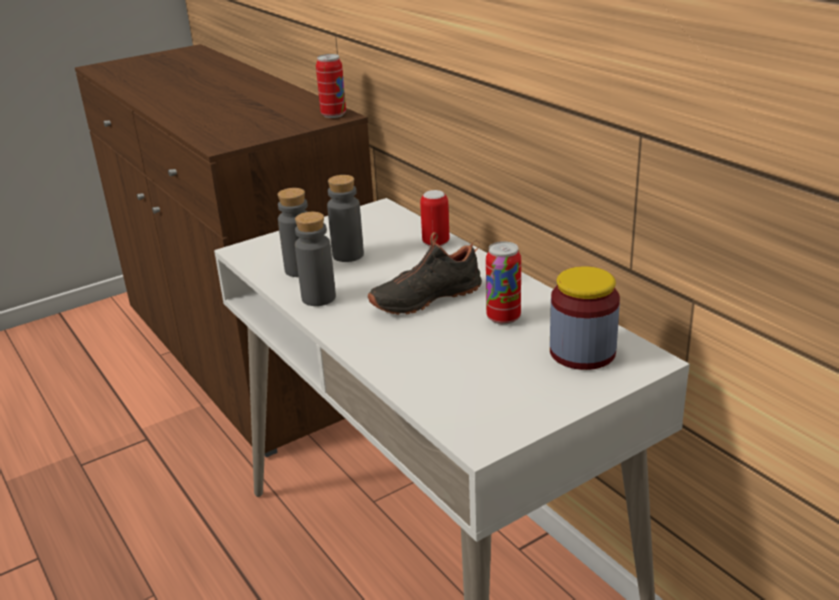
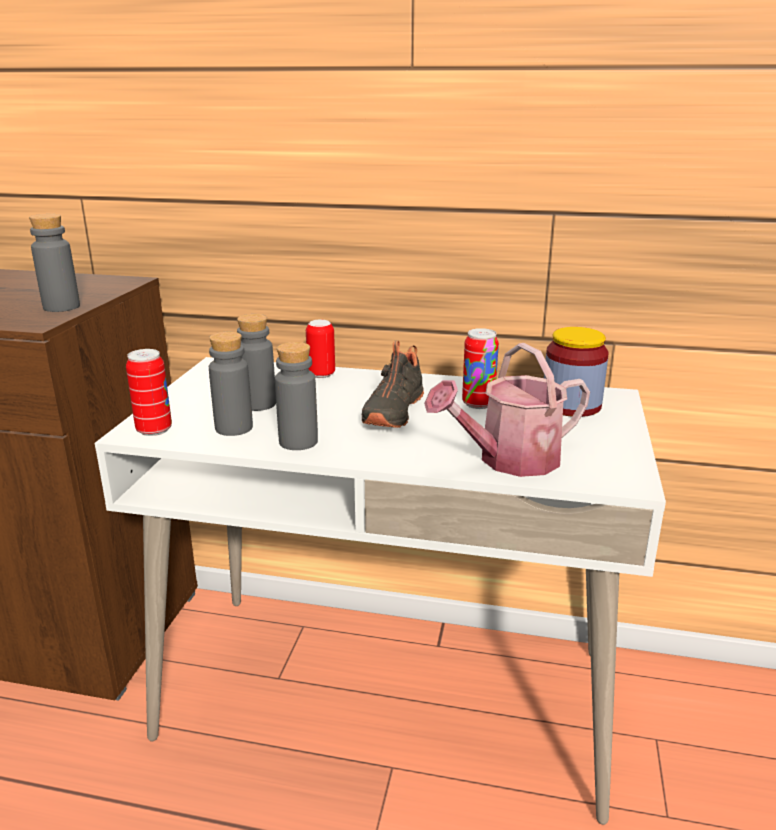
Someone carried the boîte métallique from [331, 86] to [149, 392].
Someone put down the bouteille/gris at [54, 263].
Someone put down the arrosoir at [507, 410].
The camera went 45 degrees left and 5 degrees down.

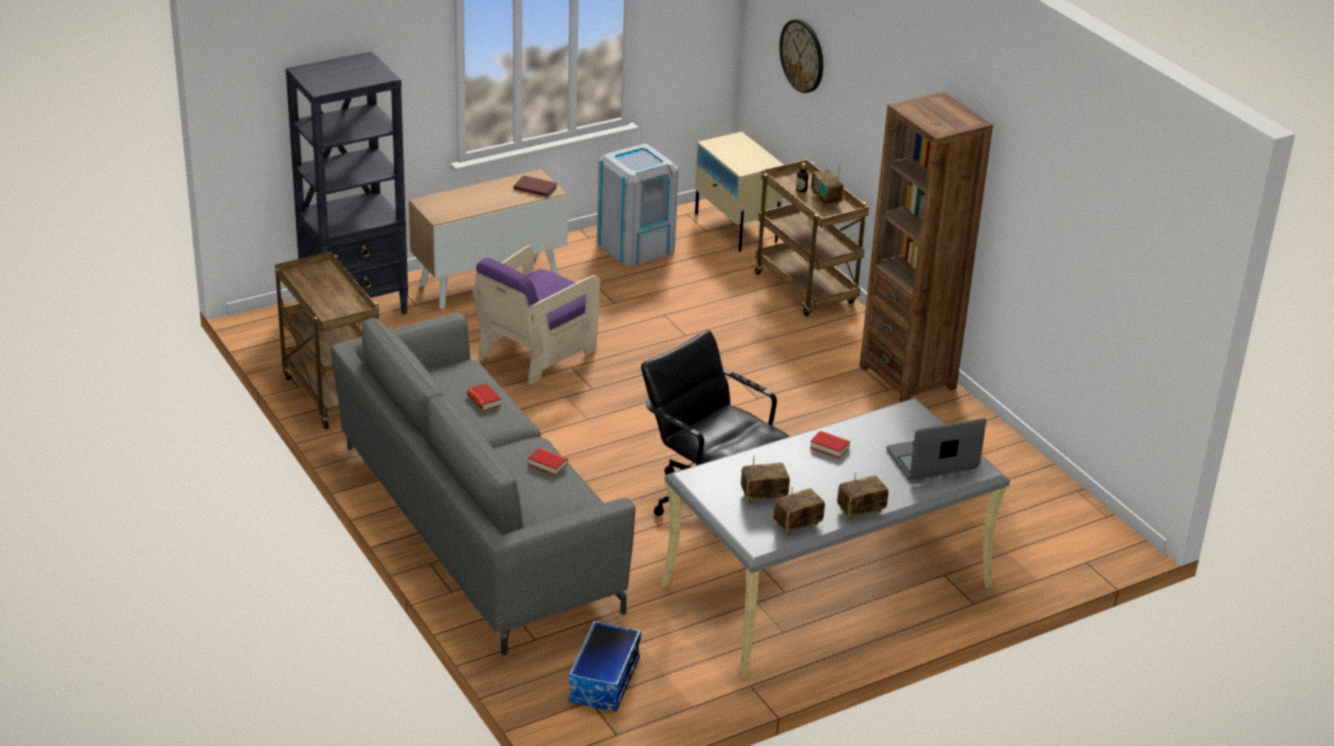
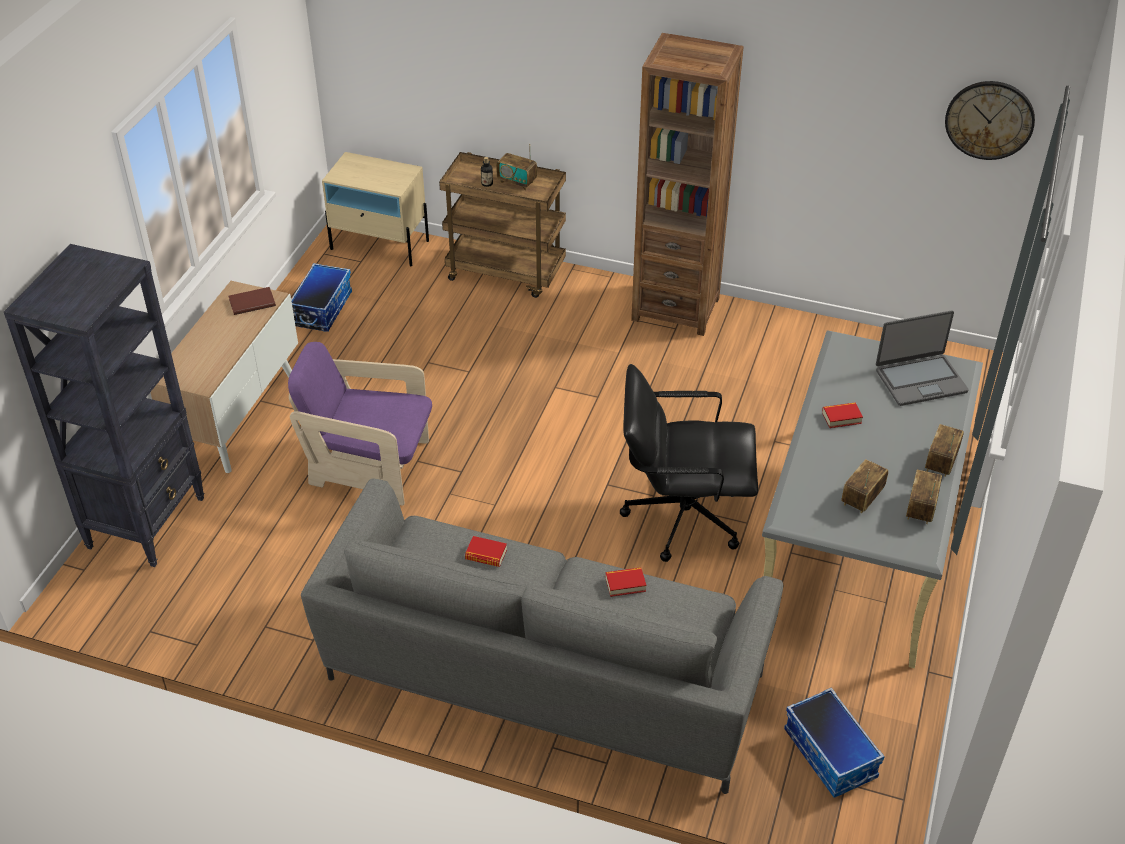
Someone carried the horloge murale from [801, 56] to [990, 120].
Someone swapped the poubelle/gris at [638, 205] for the boîte de rangement at [321, 297].
Someone rotated the fauteuil/violet at [536, 315] by 105 degrees clockwise.
Someone took away the chariot/marron at [327, 340].
Someone rotated the ordinateur portable at [936, 449] by 135 degrees counterclockwise.
The camera went 40 degrees left and 10 degrees up.

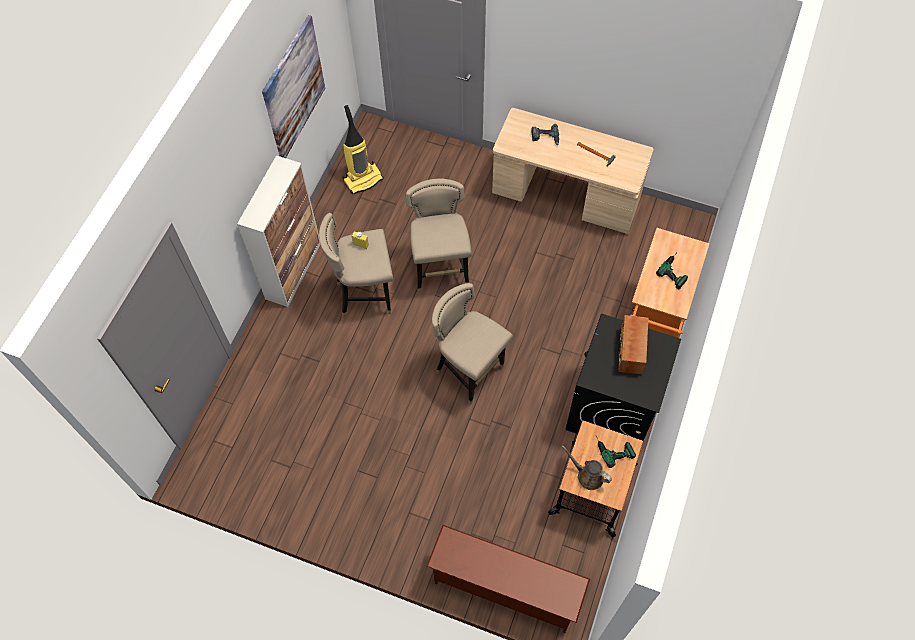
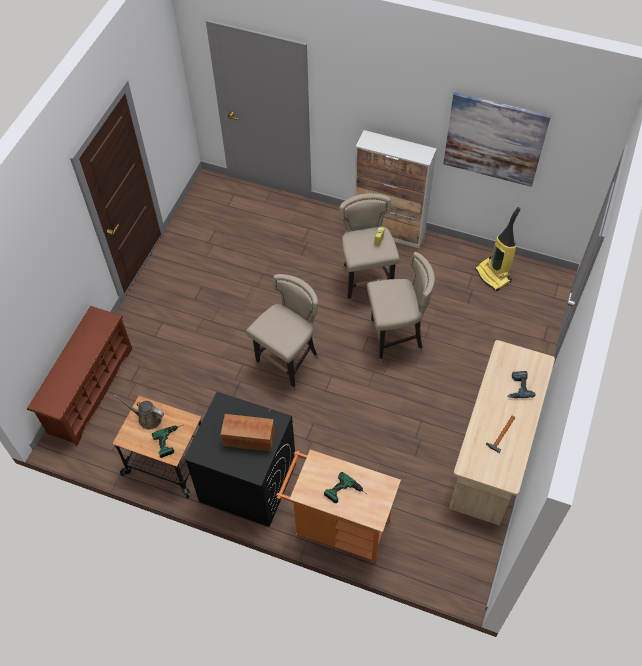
Someone rotated the arrosoir/marron at [587, 467] by 105 degrees counterclockwise.
The camera went 90 degrees right and 5 degrees down.

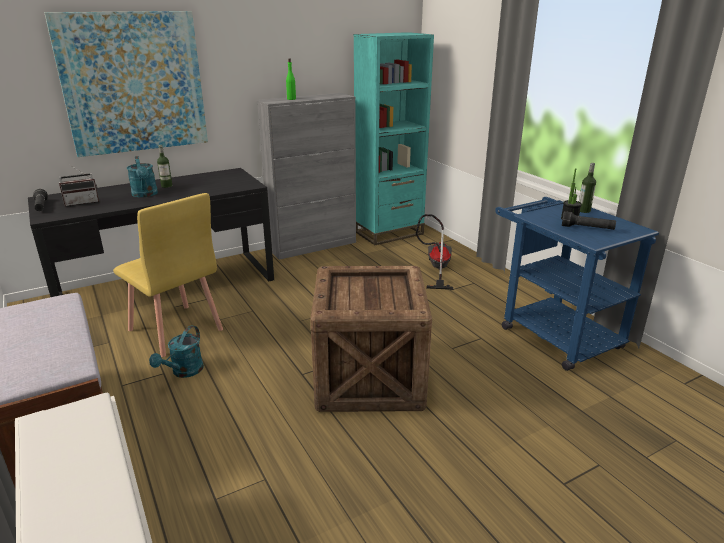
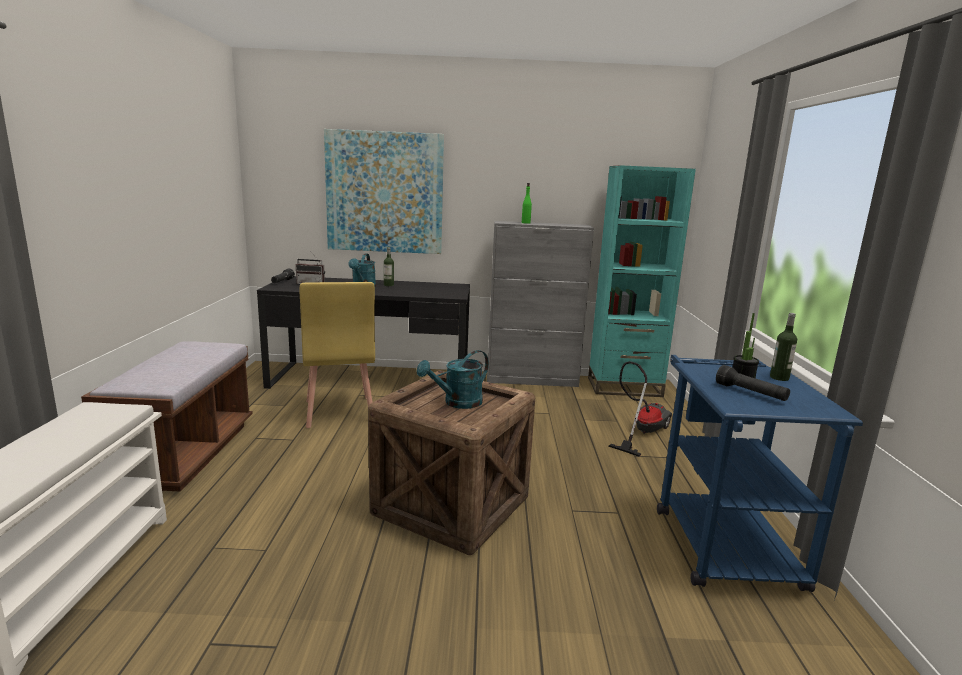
Someone carried the arrosoir/turquoise from [176, 351] to [452, 379].
The camera went 30 degrees right and 10 degrees down.

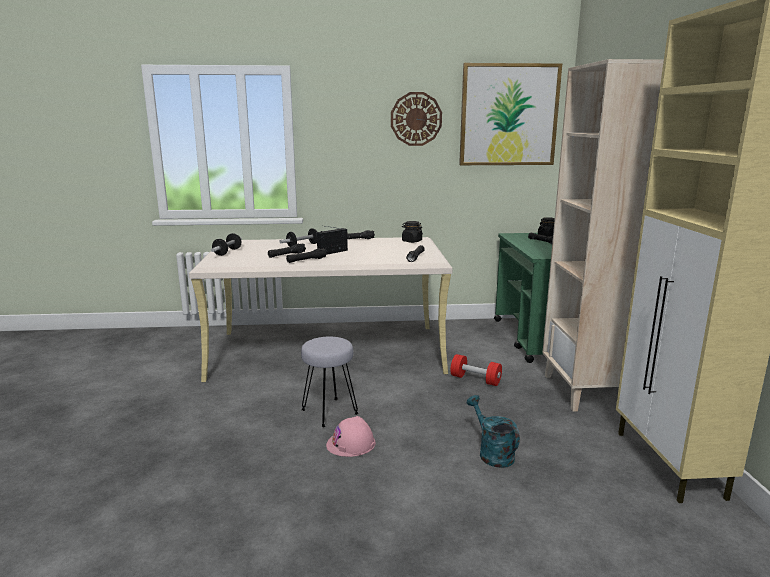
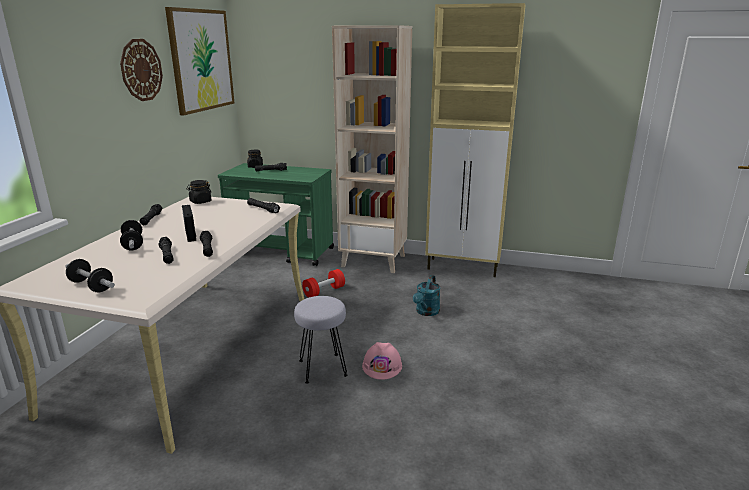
Someone rotated the arrosoir/turquoise at [493, 431] by 60 degrees counterclockwise.
The camera went 70 degrees left and 5 degrees up.

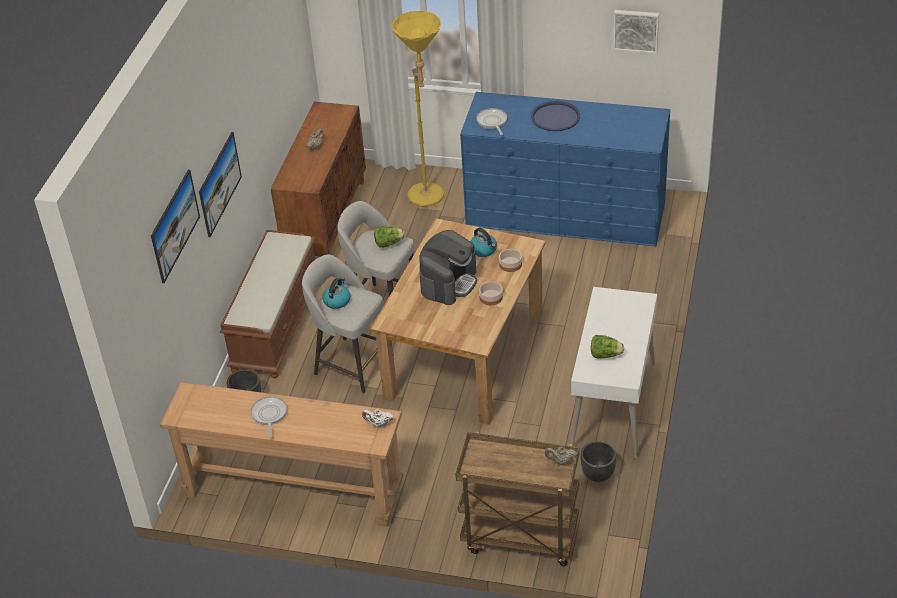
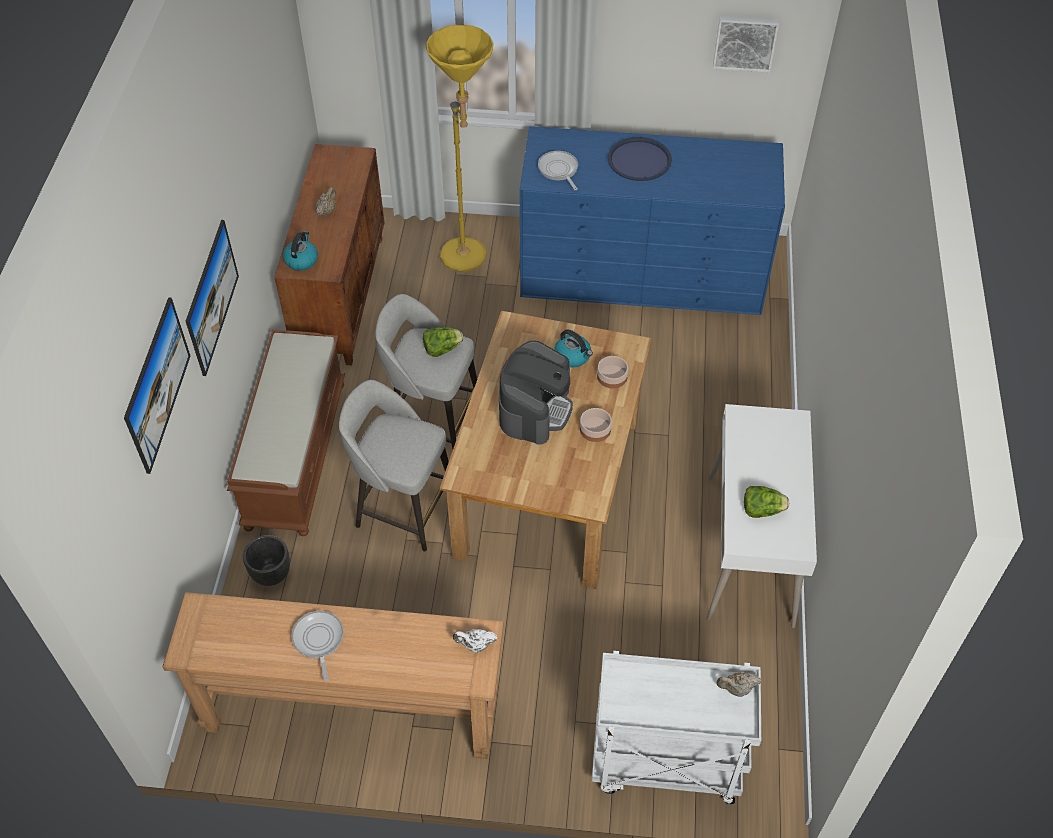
Someone carried the bouilloire from [336, 293] to [300, 251].
Someone repainted the chariot/marron at [518, 499], which became the chariot/blanc at [676, 727].
Someone took away the cache-pot/noir at [598, 461].
The camera went 10 degrees left and 10 degrees up.

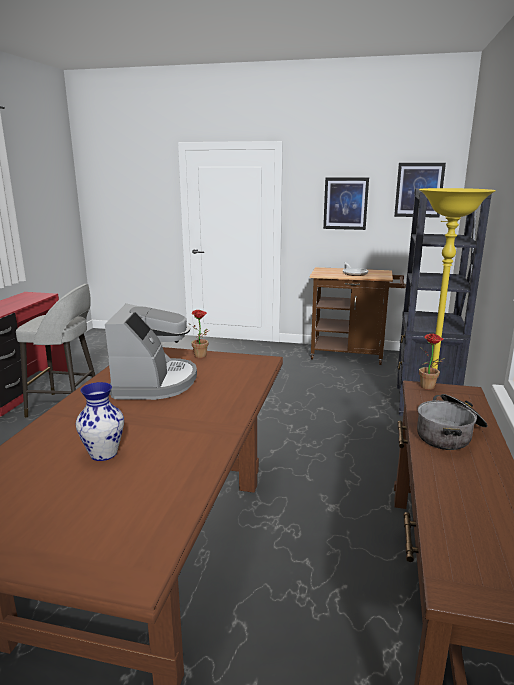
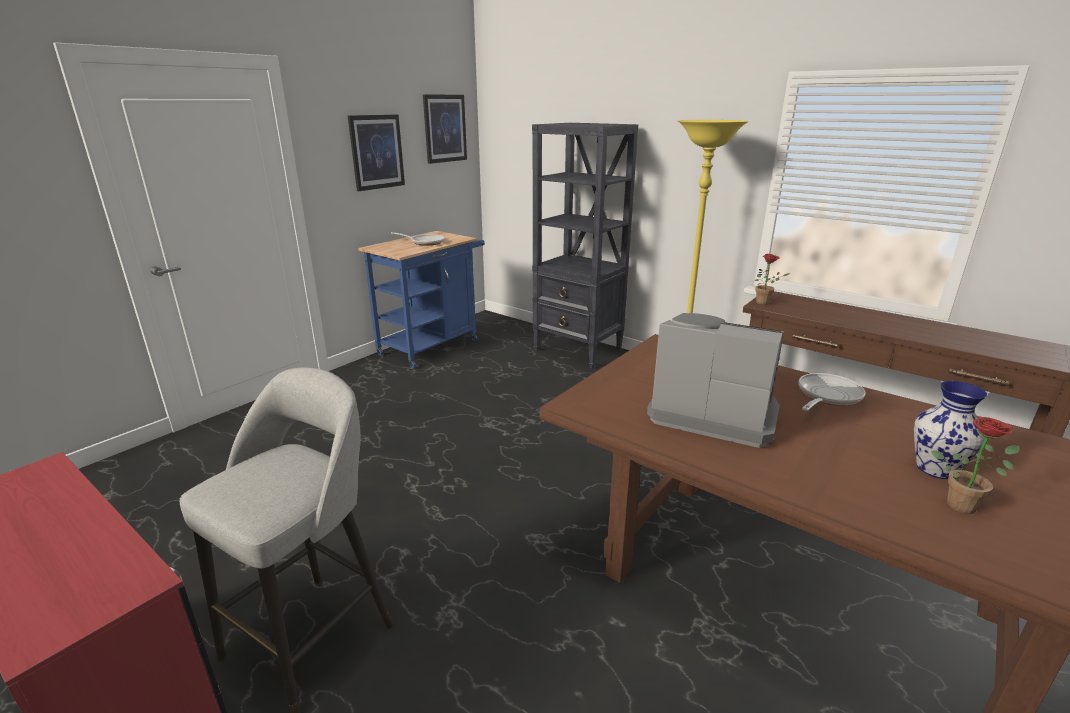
Someone repainted the chariot/marron at [358, 316], which became the chariot/bleu at [421, 299].
Someone carried the plante en pot from [198, 334] to [975, 465].
Someone took away the marmite at [452, 422].
Someone put down the poêle at [832, 392].
The camera went 65 degrees left and 5 degrees up.

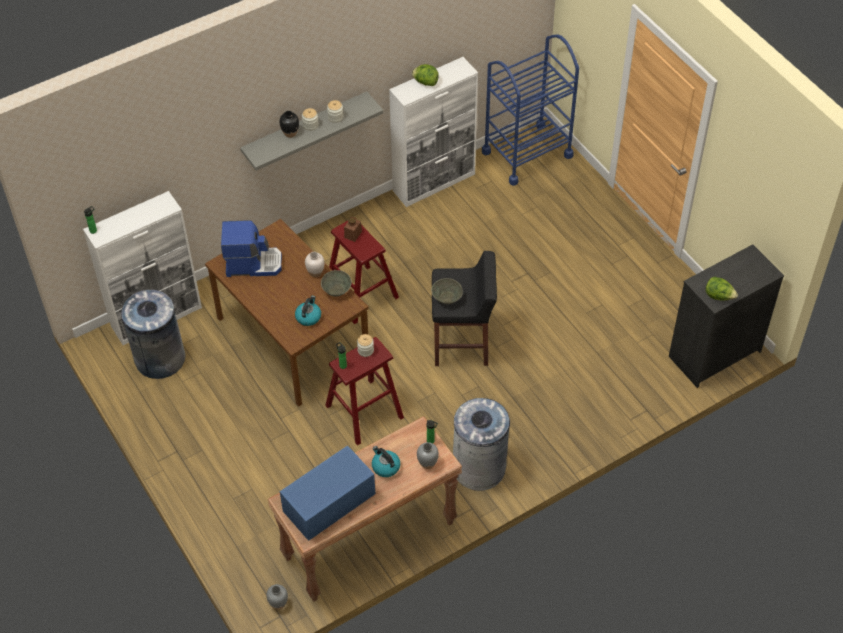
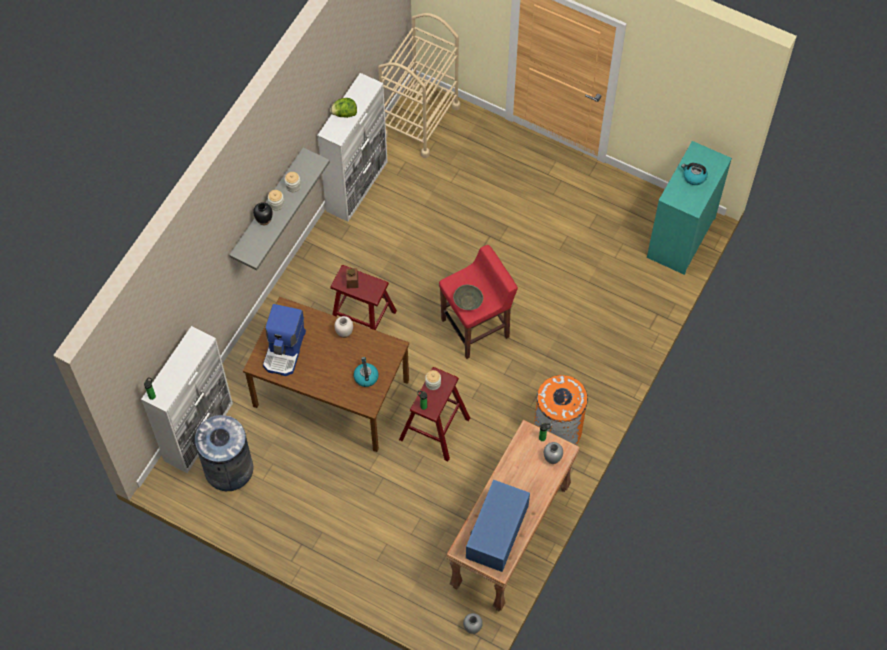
Someone repainted the chariot/bleu at [530, 110], which became the chariot/beige at [419, 85].
Someone rotated the machine à café at [251, 248] by 135 degrees clockwise.
Someone repainted the commode/noir at [726, 316], which became the commode/turquoise at [689, 208].
Someone repainted the tabouret/noir at [464, 308], which became the tabouret/rouge at [478, 302].
Someone took away the bol/gris at [336, 283].
Someone took away the laitue at [722, 289].
Someone repainted the poubelle/gris at [481, 444], which became the poubelle/orange at [561, 410].
Someone carried the bouilloire from [386, 461] to [694, 174].
The camera went 30 degrees left and 10 degrees up.

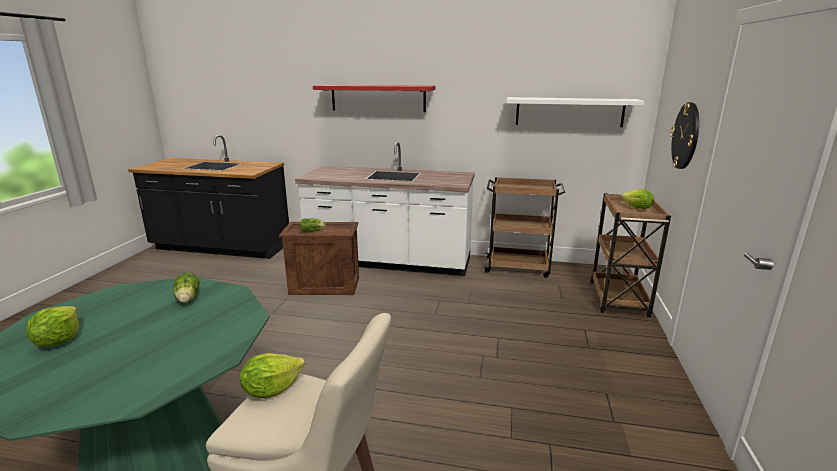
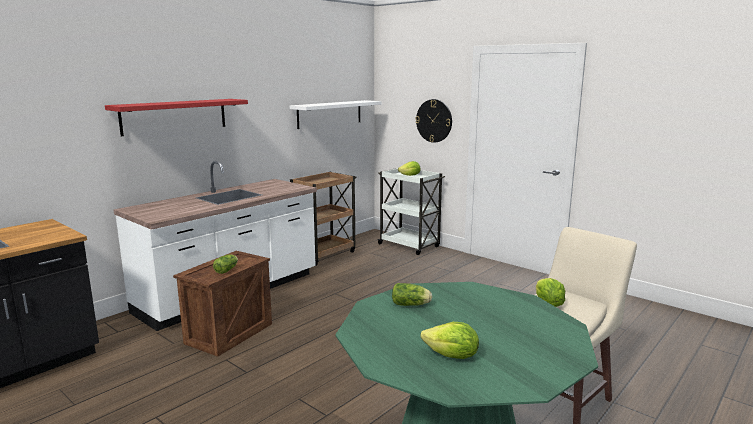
Someone repainted the chariot/marron at [631, 255], which became the chariot/blanc at [411, 211].
The camera went 60 degrees left and 5 degrees down.

